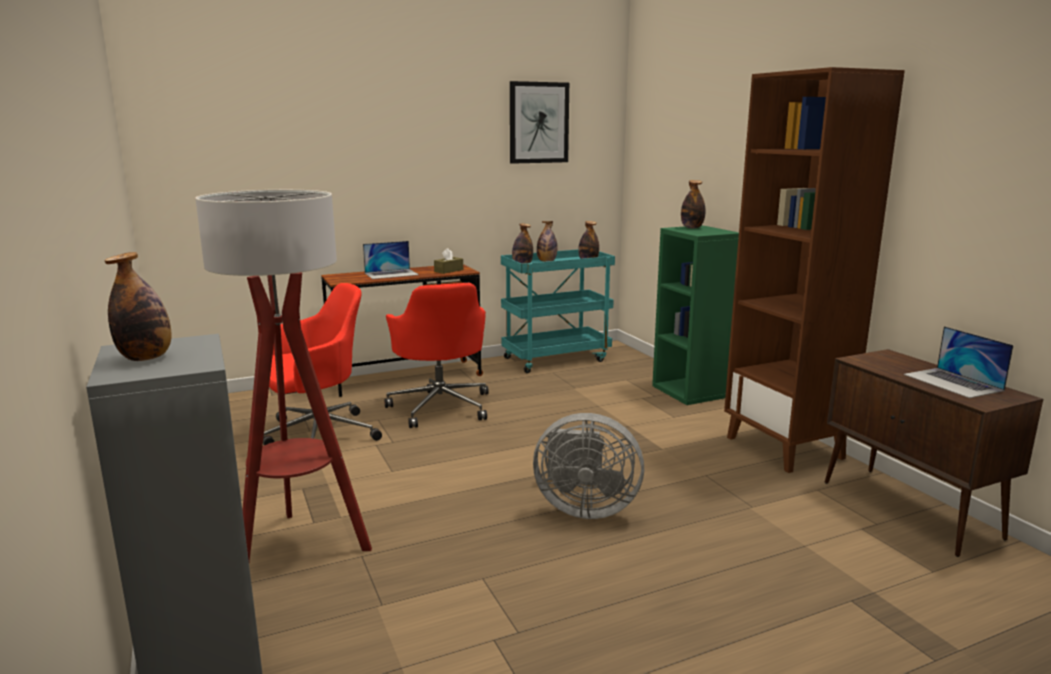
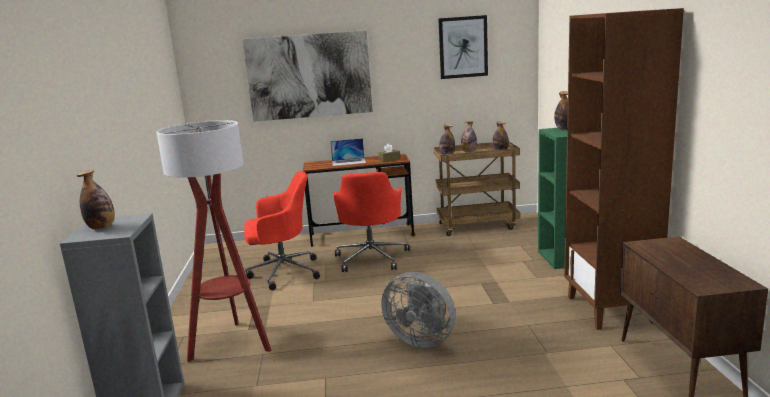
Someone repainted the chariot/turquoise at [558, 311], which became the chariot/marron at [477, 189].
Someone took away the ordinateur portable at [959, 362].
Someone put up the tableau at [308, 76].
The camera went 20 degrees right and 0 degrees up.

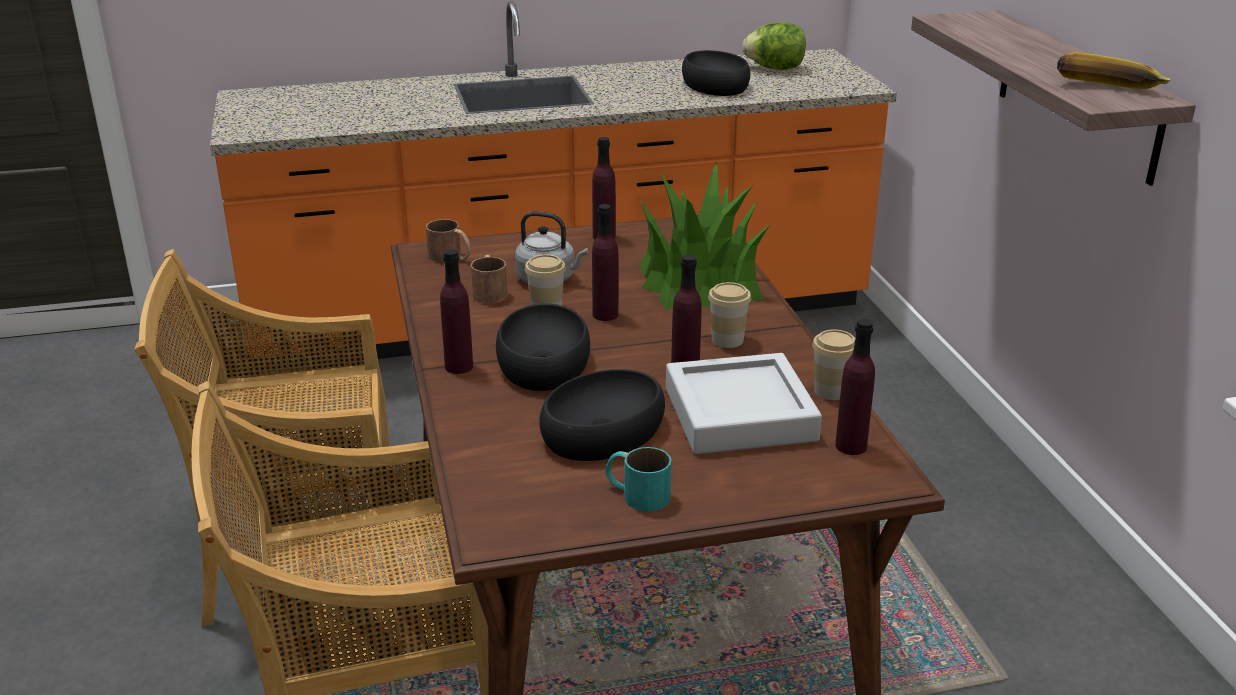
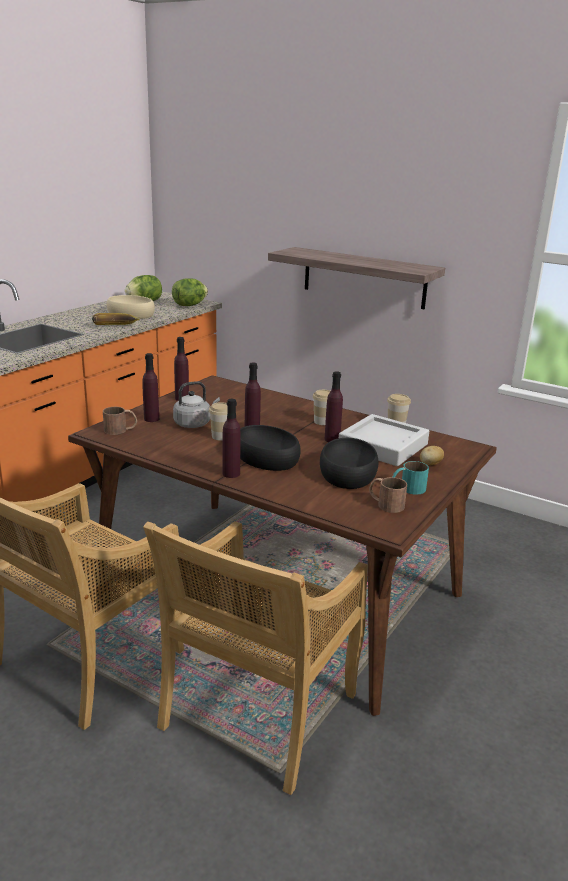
Someone repainted the bol/noir at [716, 73], which became the bol/beige at [131, 307].
Someone carried the banane from [1114, 71] to [116, 319].
Someone took away the plante en pot at [704, 236].
Someone carried the mug/marron from [489, 279] to [388, 495].
Someone carried the bouteille/violet from [855, 387] to [150, 387].
Someone put down the laitue at [190, 292].
Someone put down the pomme de terre at [432, 455].
The camera went 45 degrees left and 5 degrees down.

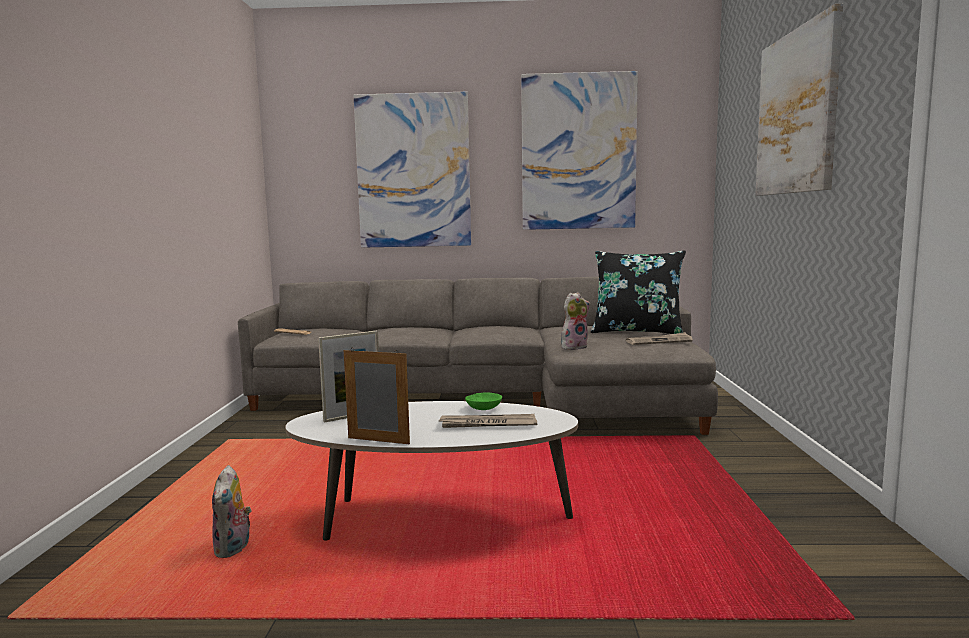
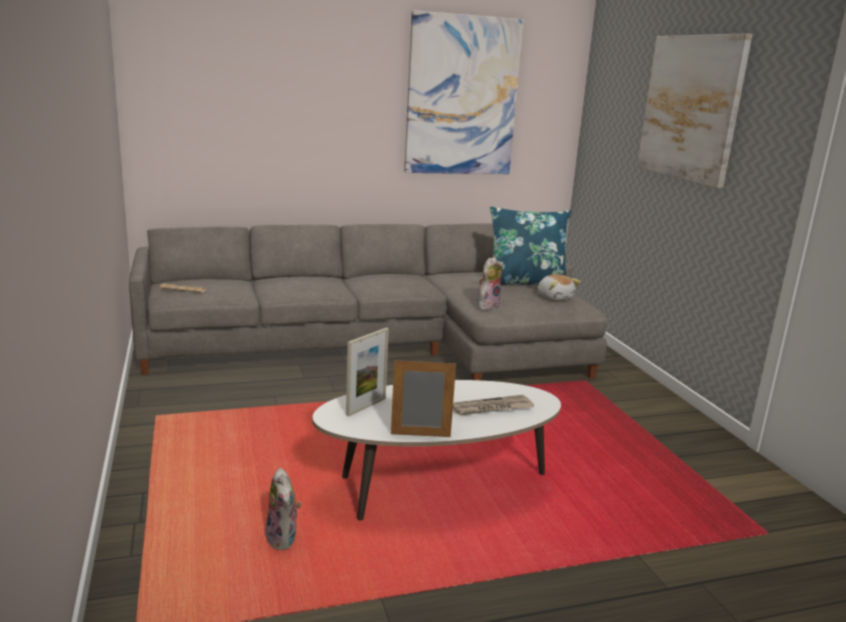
Someone took away the tableau at [412, 170].
Someone repainted the coussin/noir at [638, 292], which became the coussin/bleu at [530, 245].
Someone swapped the journal at [659, 338] for the peluche at [559, 287].
Someone took away the bol/vert at [483, 401].
The camera went 20 degrees left and 10 degrees up.

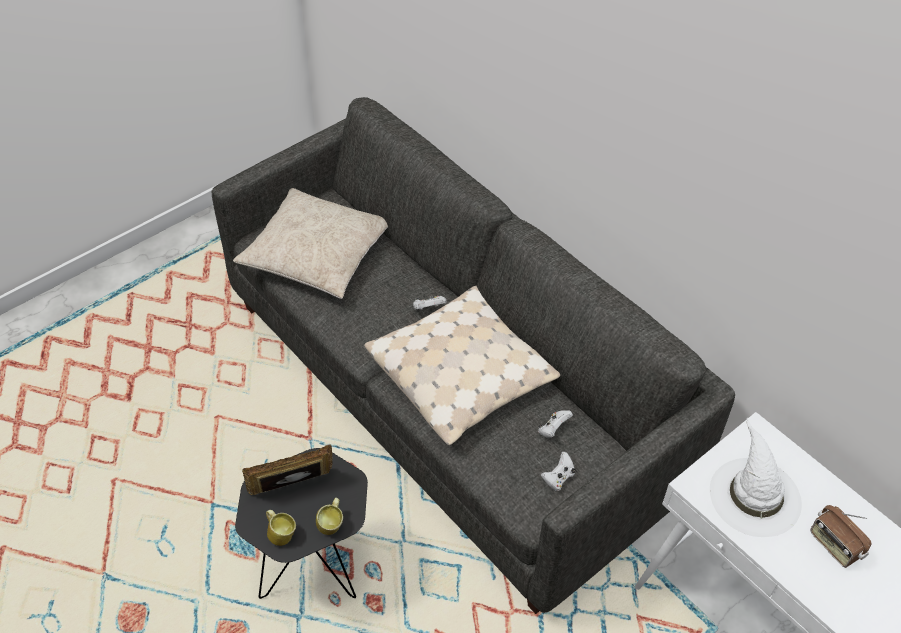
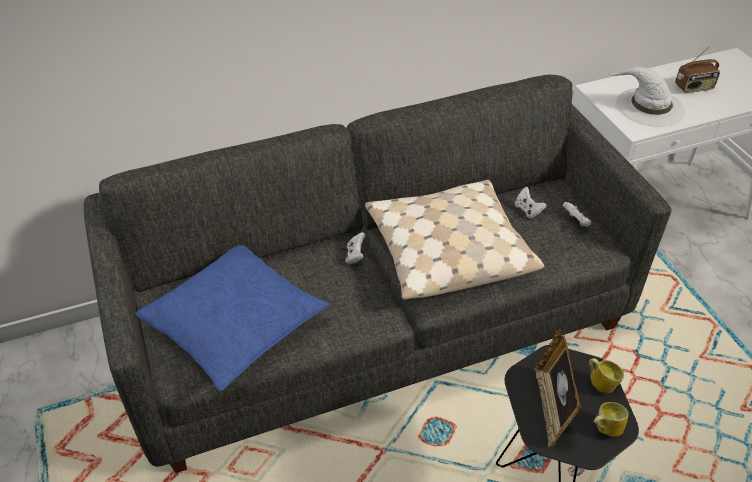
Someone repainted the coussin/beige at [310, 243], which became the coussin/bleu at [232, 318].
The camera went 70 degrees left and 5 degrees down.

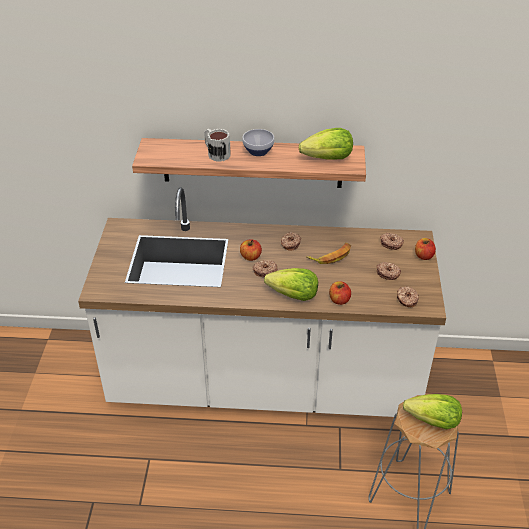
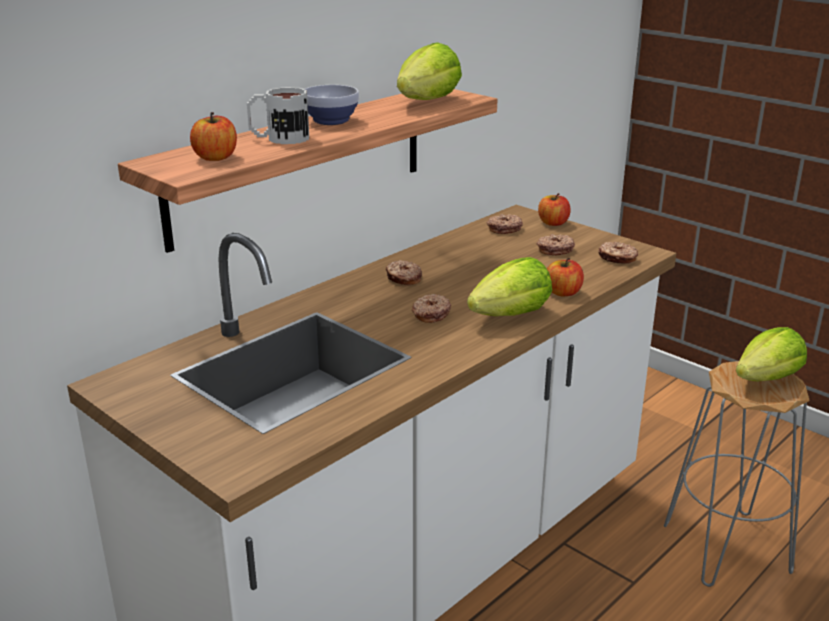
Someone carried the pomme from [251, 250] to [213, 136].
Someone took away the banane at [328, 253].
The camera went 50 degrees left and 15 degrees down.

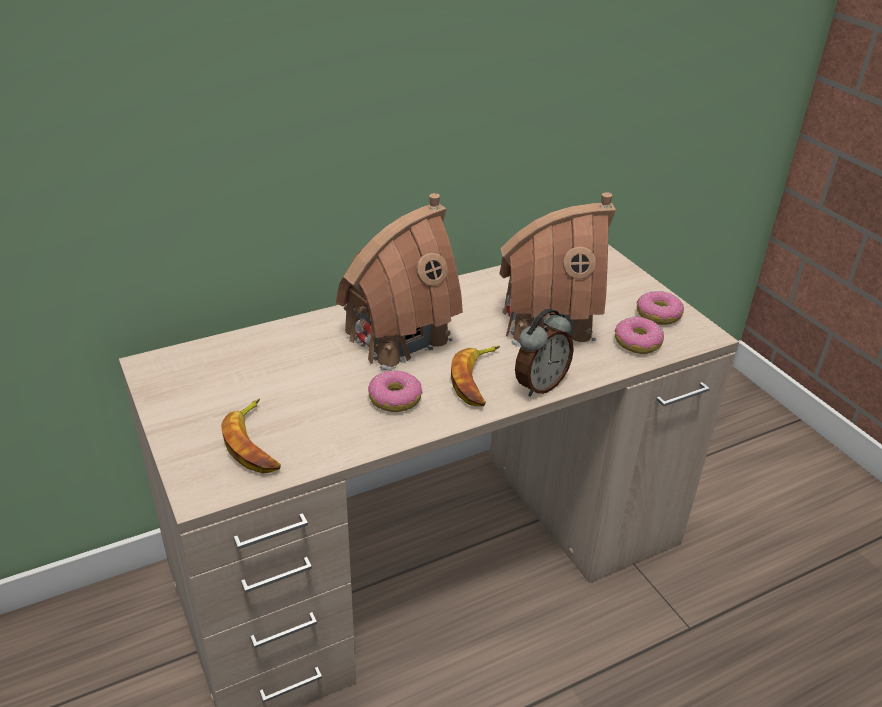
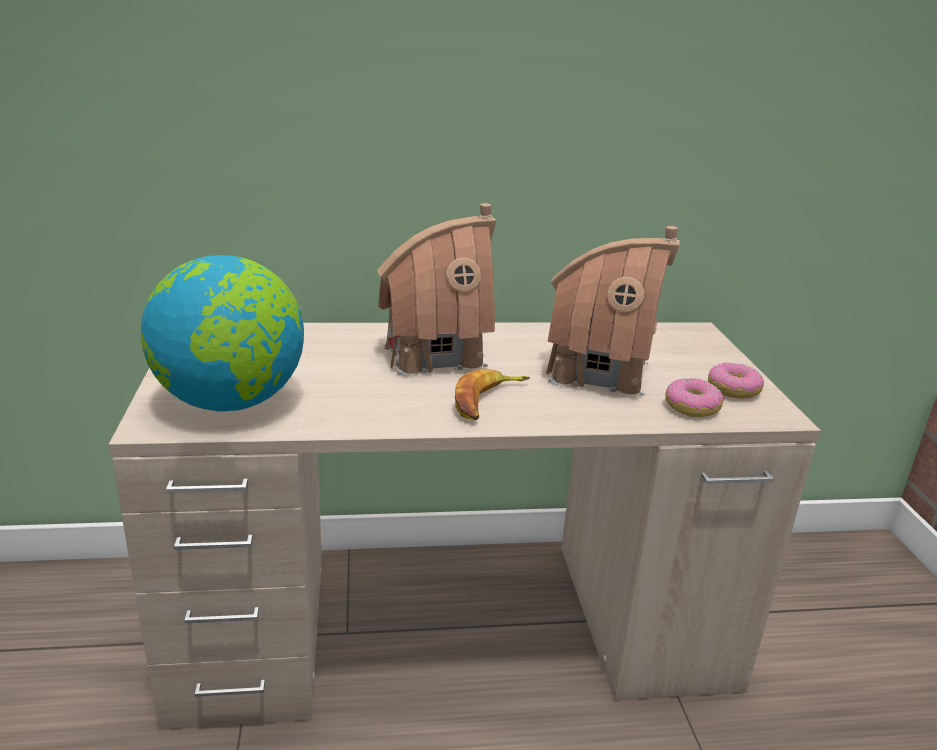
Someone took away the réveil at [544, 352].
Someone took away the beignet at [395, 391].
Someone swapped the banane at [250, 436] for the globe at [222, 333].
The camera went 20 degrees right and 10 degrees down.

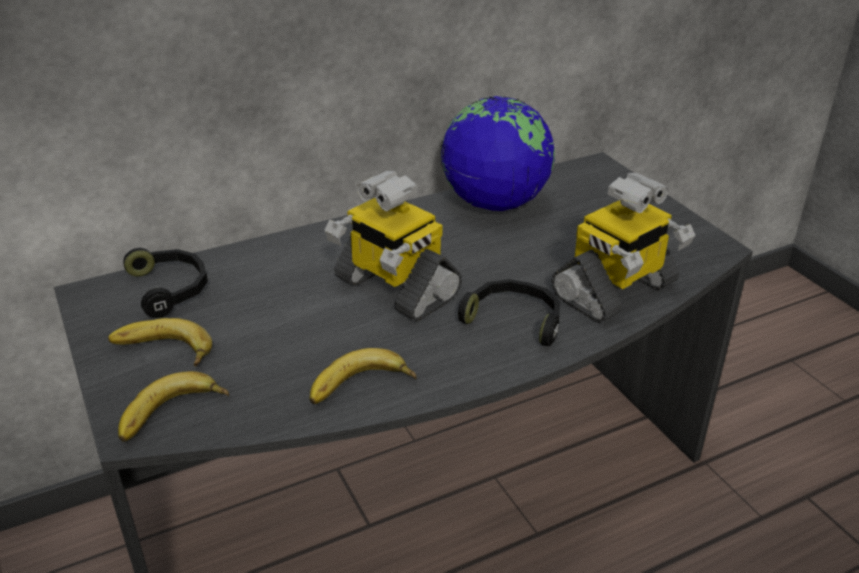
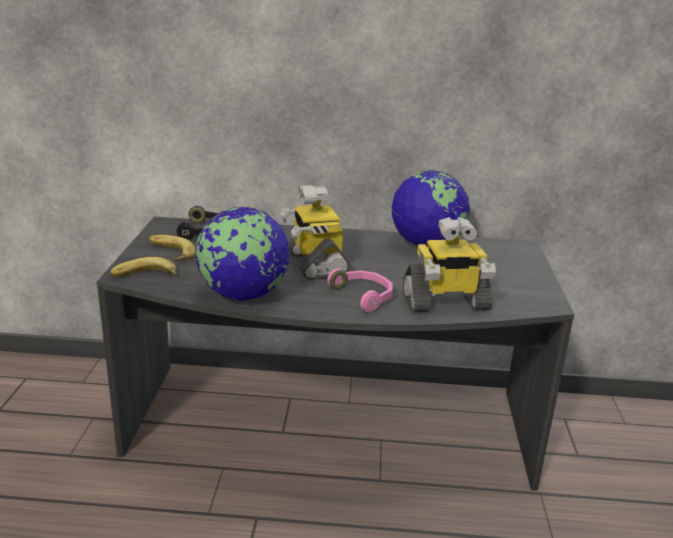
Someone repainted the casque audio/noir at [509, 312], which became the casque audio/rose at [359, 290].
Someone swapped the banane at [363, 376] for the globe at [242, 254].
The camera went 30 degrees right and 10 degrees down.

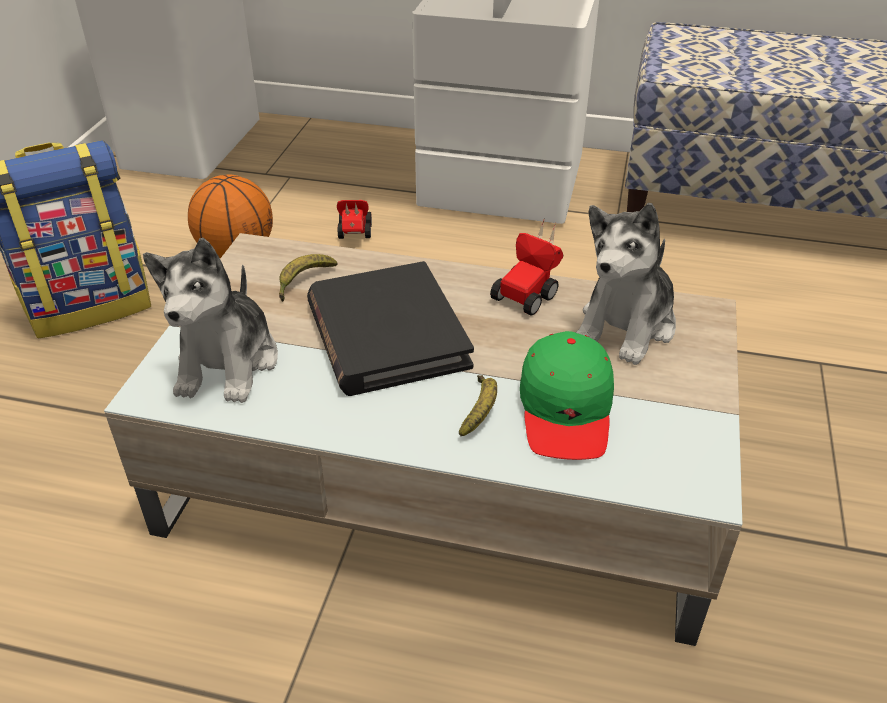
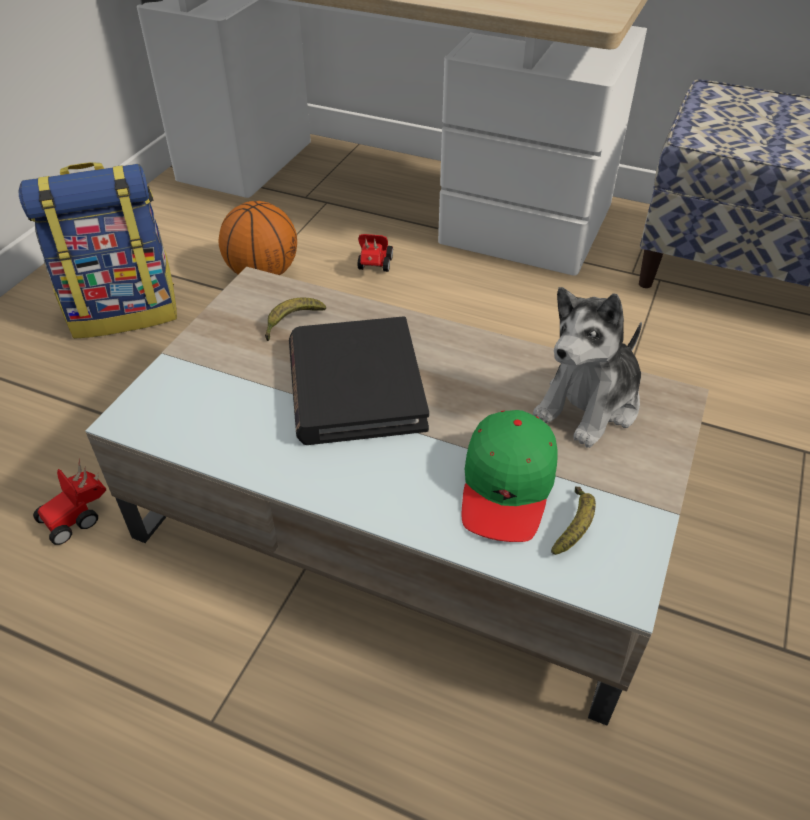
Someone carried the petite voiture from [526, 267] to [69, 502].
Someone took away the peluche at [210, 320].
Someone carried the banane from [478, 405] to [573, 520].
The camera went 10 degrees right and 5 degrees up.

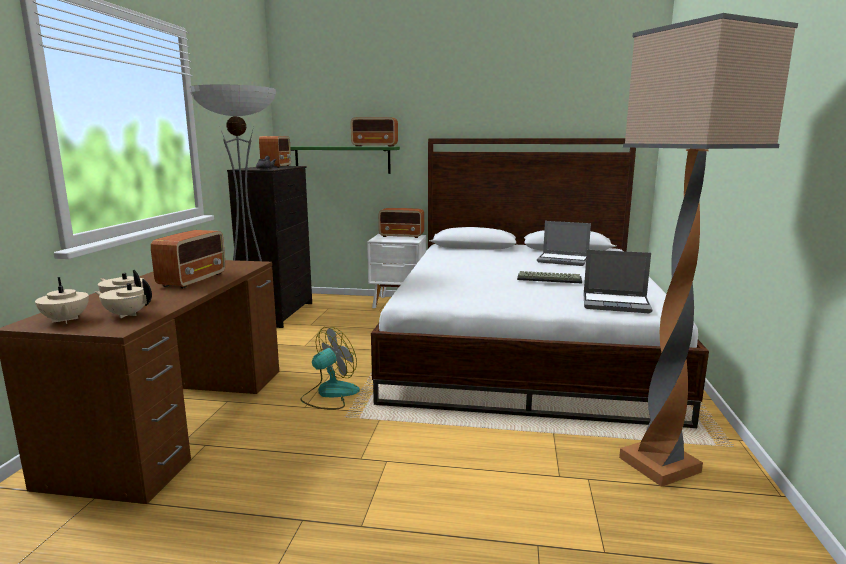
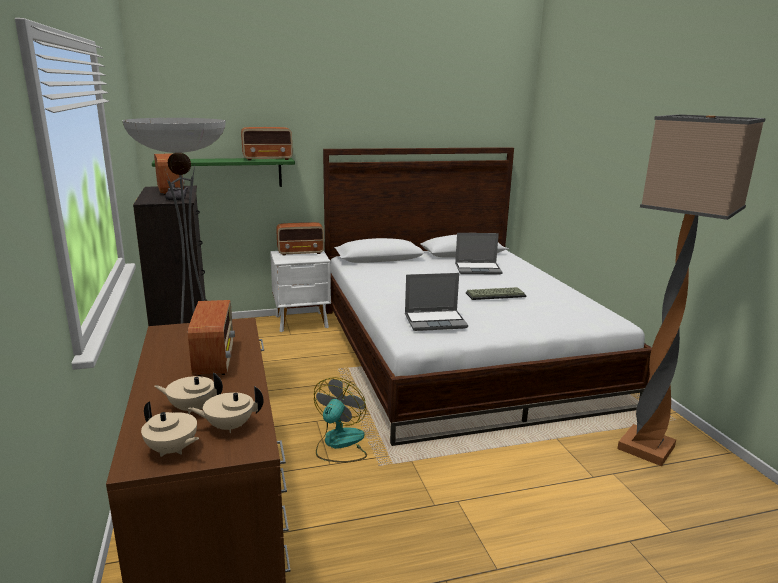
Someone carried the ordinateur portable from [618, 281] to [436, 302].
The camera went 25 degrees left and 5 degrees up.

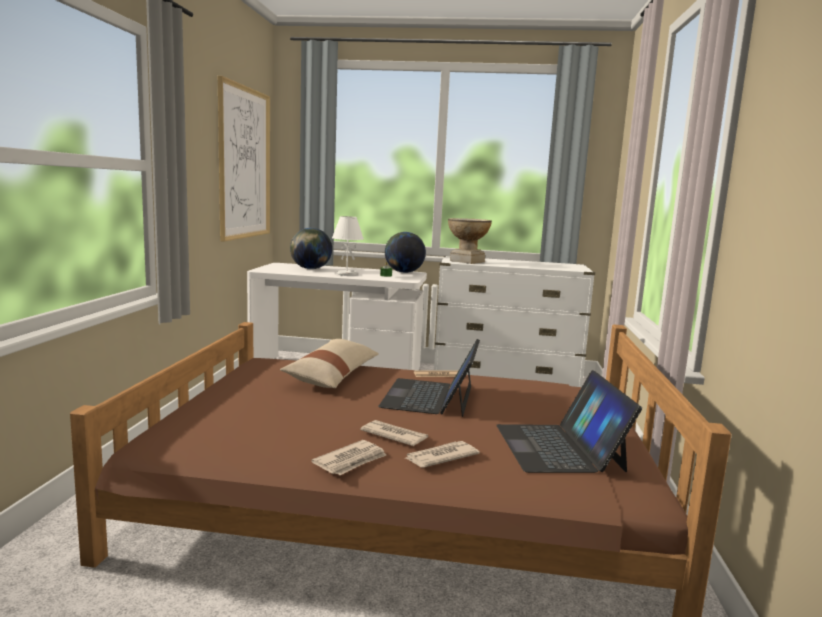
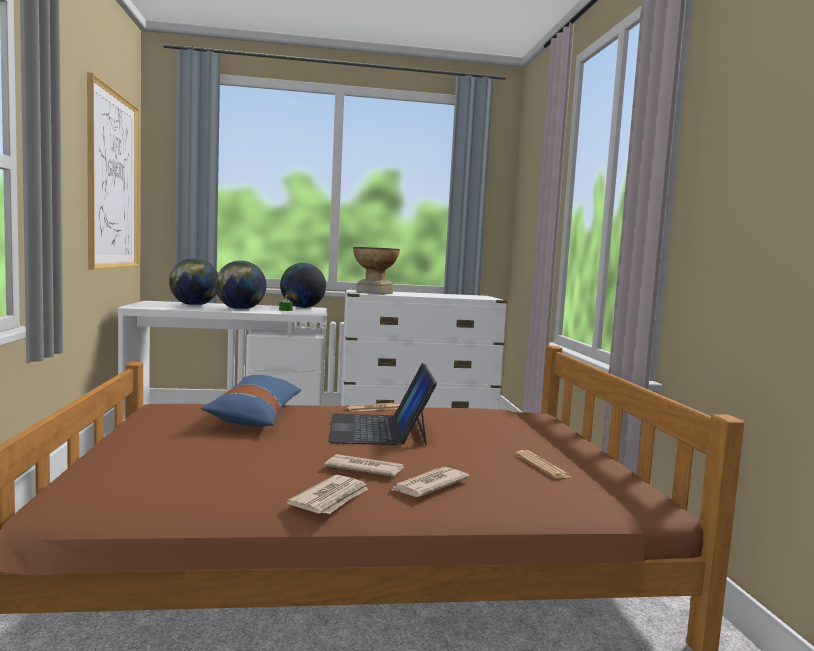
Someone swapped the lampe de table/blanc at [348, 246] for the globe at [240, 285].
Someone repainted the coussin/beige at [329, 363], which became the coussin/bleu at [251, 401].
Someone swapped the ordinateur portable at [569, 421] for the journal at [543, 464].
The camera went 15 degrees left and 5 degrees down.

